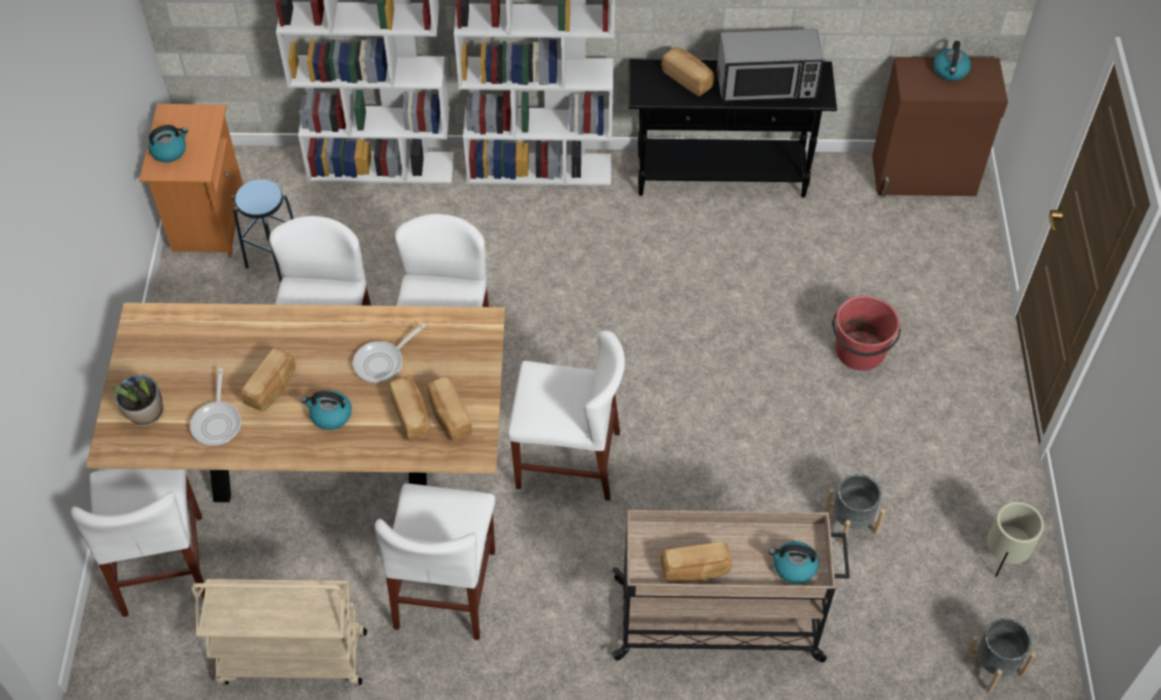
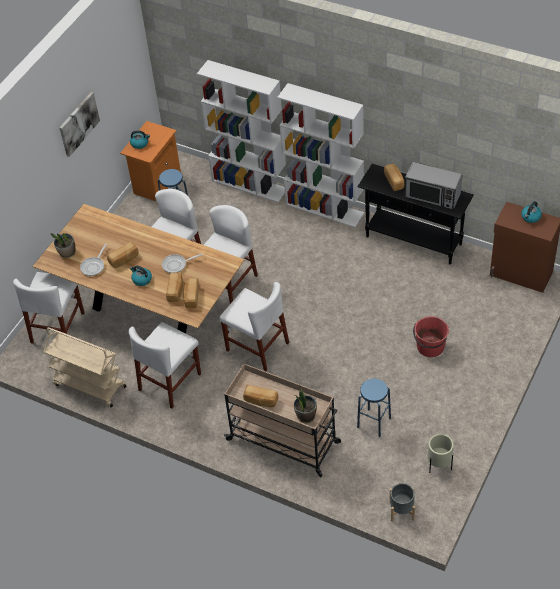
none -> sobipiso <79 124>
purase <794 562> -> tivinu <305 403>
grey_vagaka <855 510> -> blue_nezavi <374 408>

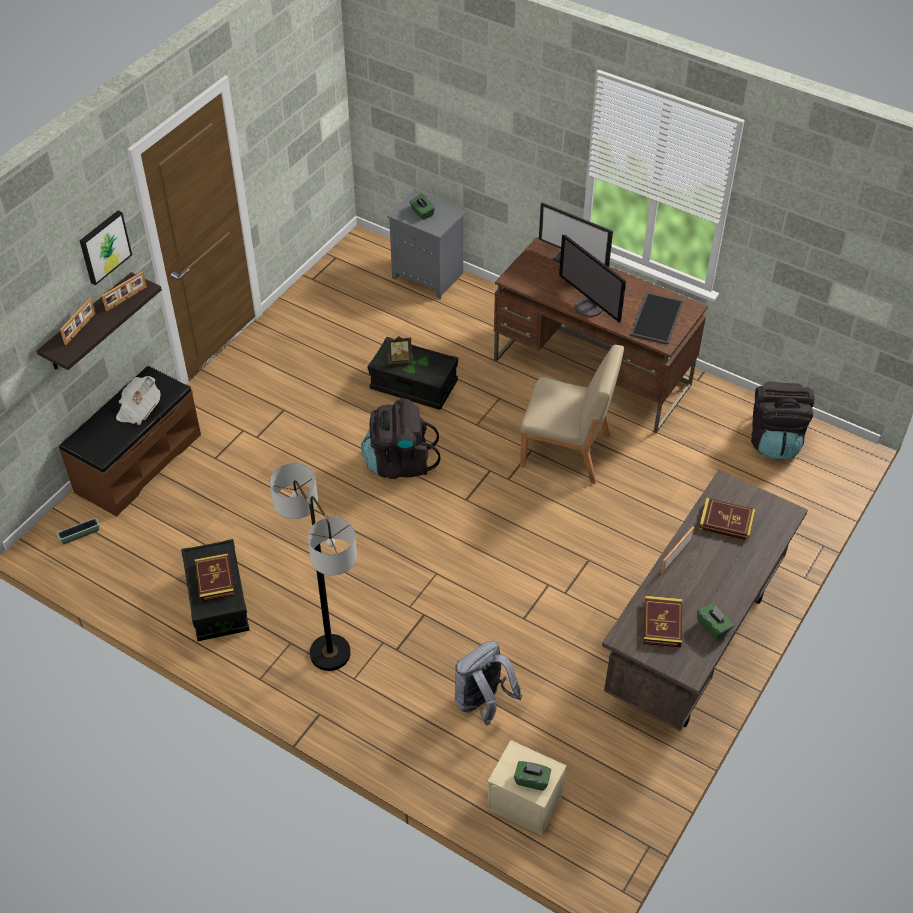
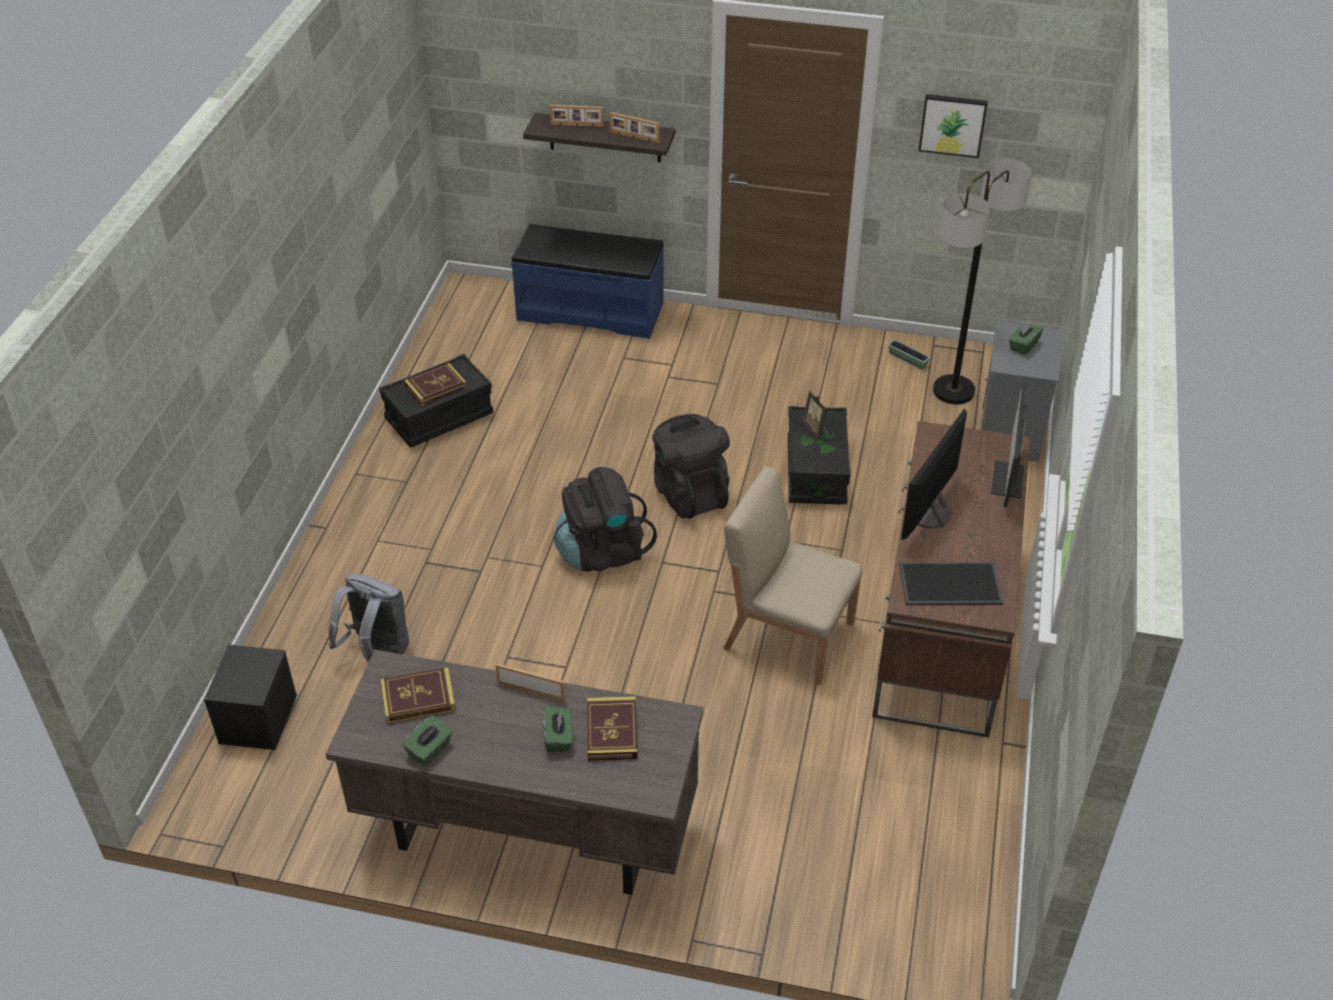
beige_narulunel <526 788> -> black_narulunel <250 697>
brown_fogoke <130 441> -> blue_fogoke <587 281>
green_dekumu <532 776> -> green_dekumu <557 729>, relocated
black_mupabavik <782 421> -> black_mupabavik <605 519>, relocated
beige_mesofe <572 414> -> beige_mesofe <792 575>, 120 degrees clockwise
vagaka <78 531> -> vagaka <909 354>, relocated
sobipiso <106 248> -> sobipiso <953 126>, relocated
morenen <313 567> -> morenen <982 281>, relocated
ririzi <138 400> -> none

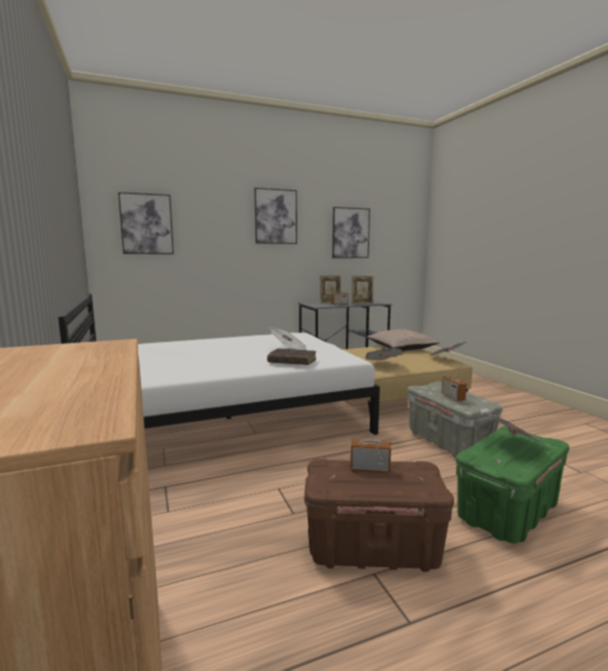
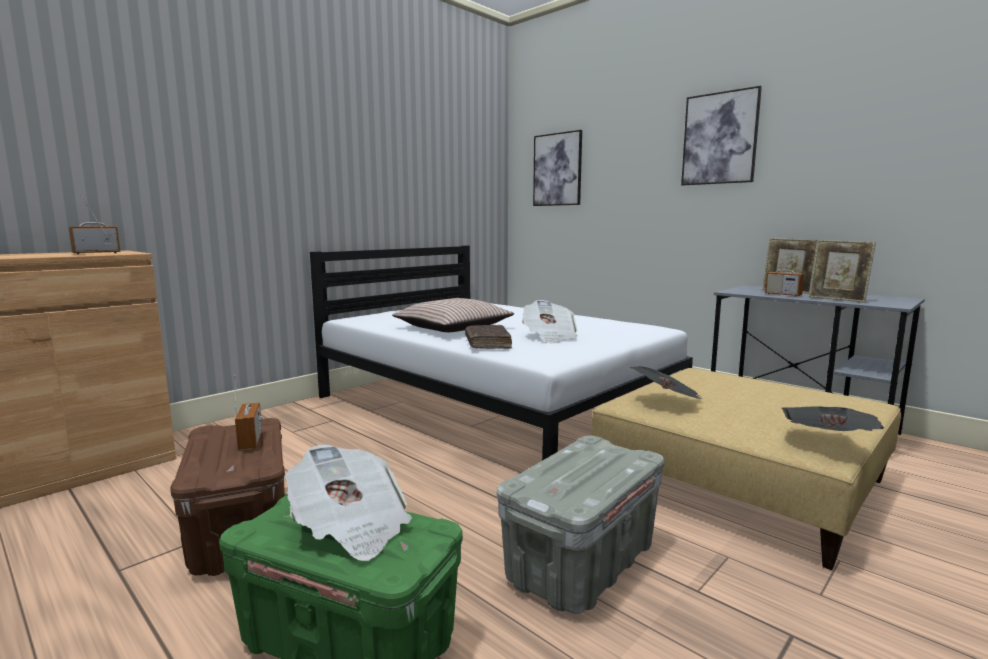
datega <454 381> -> datega <94 224>, relocated
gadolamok <403 340> -> gadolamok <453 315>, relocated
sobipiso <351 232> -> none

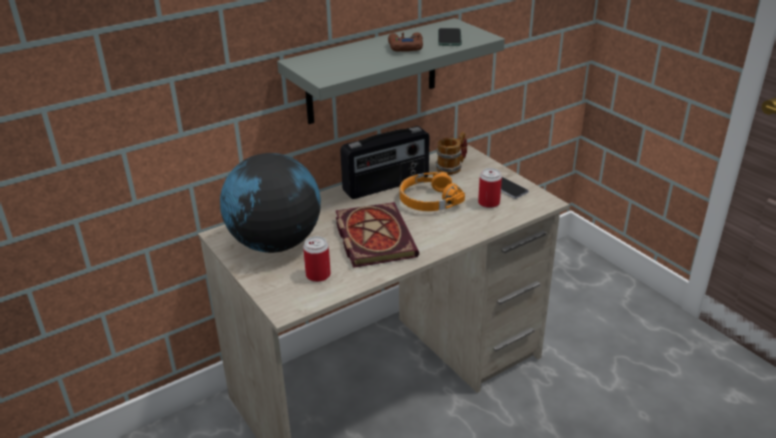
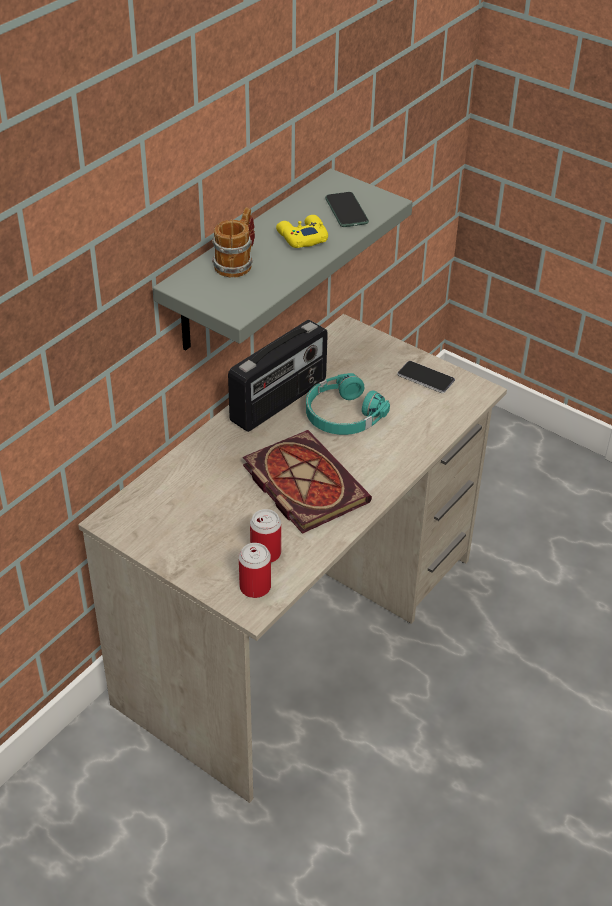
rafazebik <451 153> -> rafazebik <233 242>, relocated
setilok <490 188> -> setilok <255 570>, relocated
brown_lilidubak <405 42> -> yellow_lilidubak <302 231>
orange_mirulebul <432 191> -> turquoise_mirulebul <348 404>
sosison <270 203> -> none

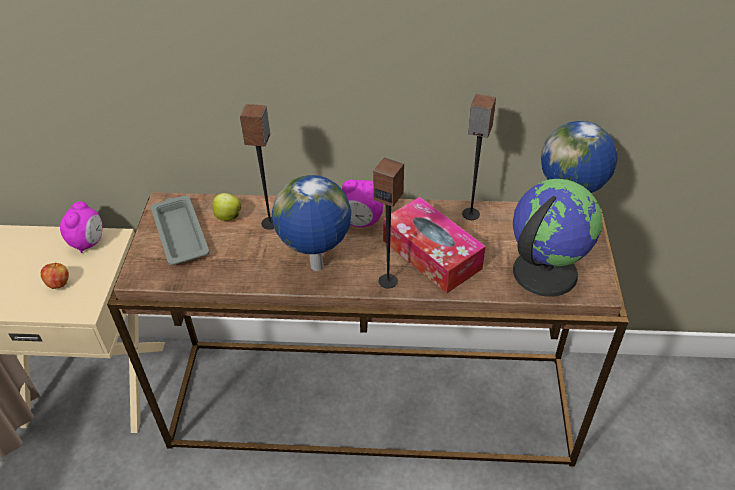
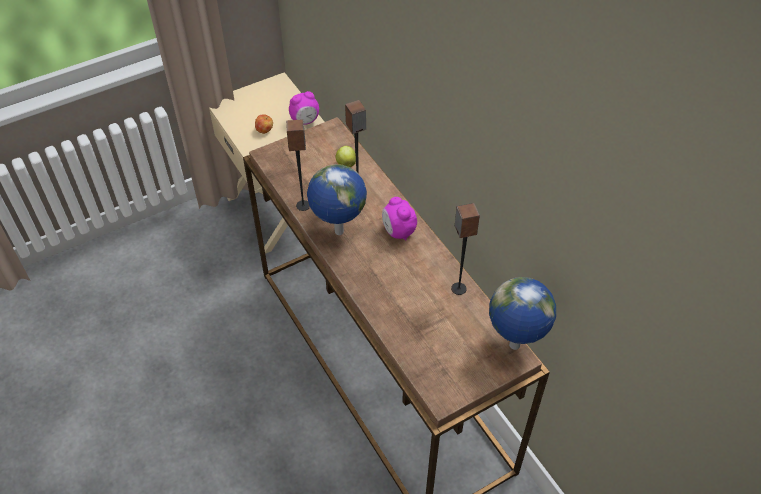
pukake <388 222> -> pukake <298 165>, relocated
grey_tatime <180 230> -> none
dekumu <434 245> -> none
sosison <558 238> -> none

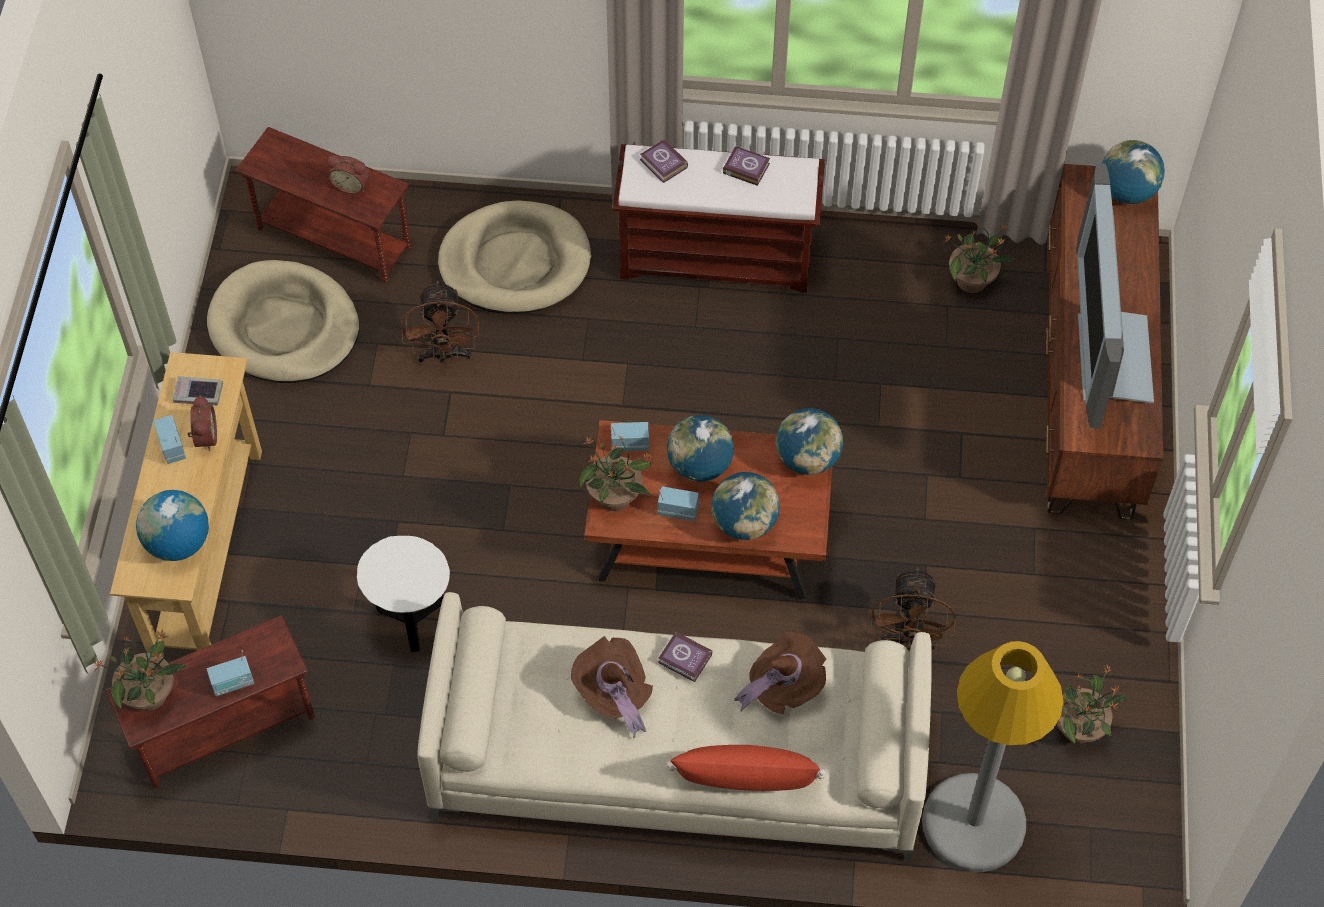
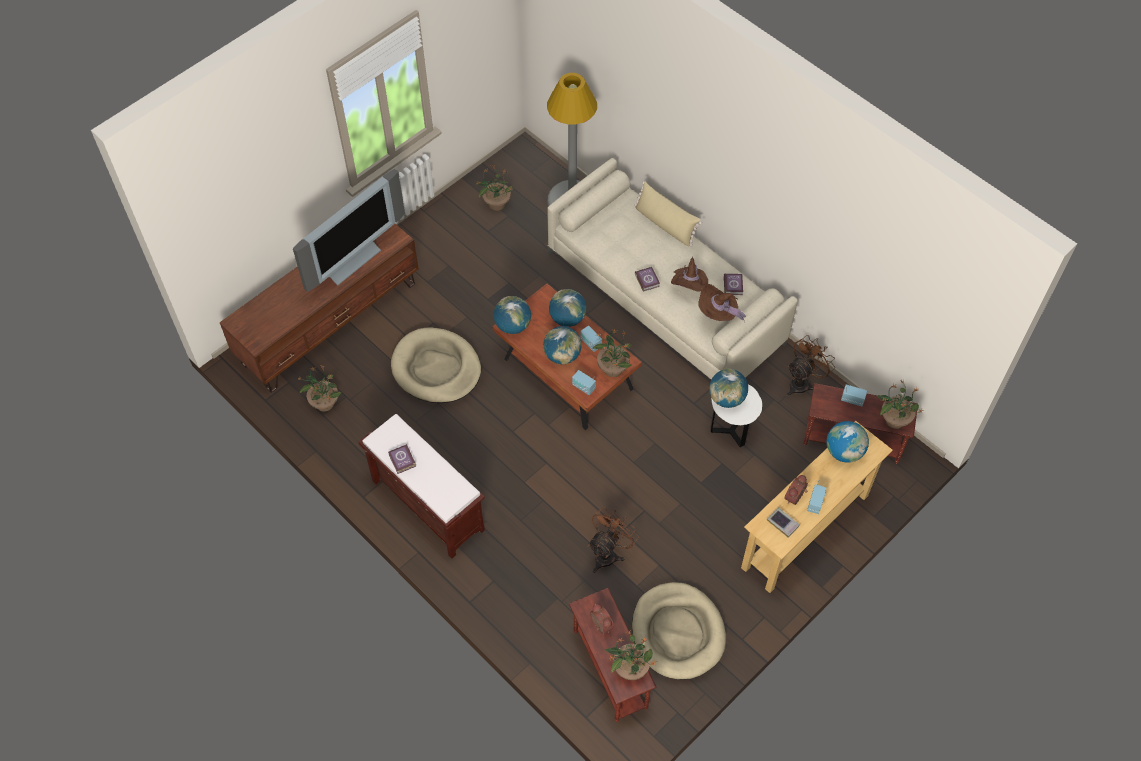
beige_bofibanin <514 257> -> beige_bofibanin <436 365>, relocated
none -> tivinu <631 655>
red_gadolamok <745 768> -> beige_gadolamok <668 214>
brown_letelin <780 673> -> brown_letelin <722 303>, relocated
sosison <1133 172> -> sosison <728 388>, relocated
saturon <664 161> -> saturon <733 284>, relocated
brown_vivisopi <913 608> -> brown_vivisopi <810 366>, relocated

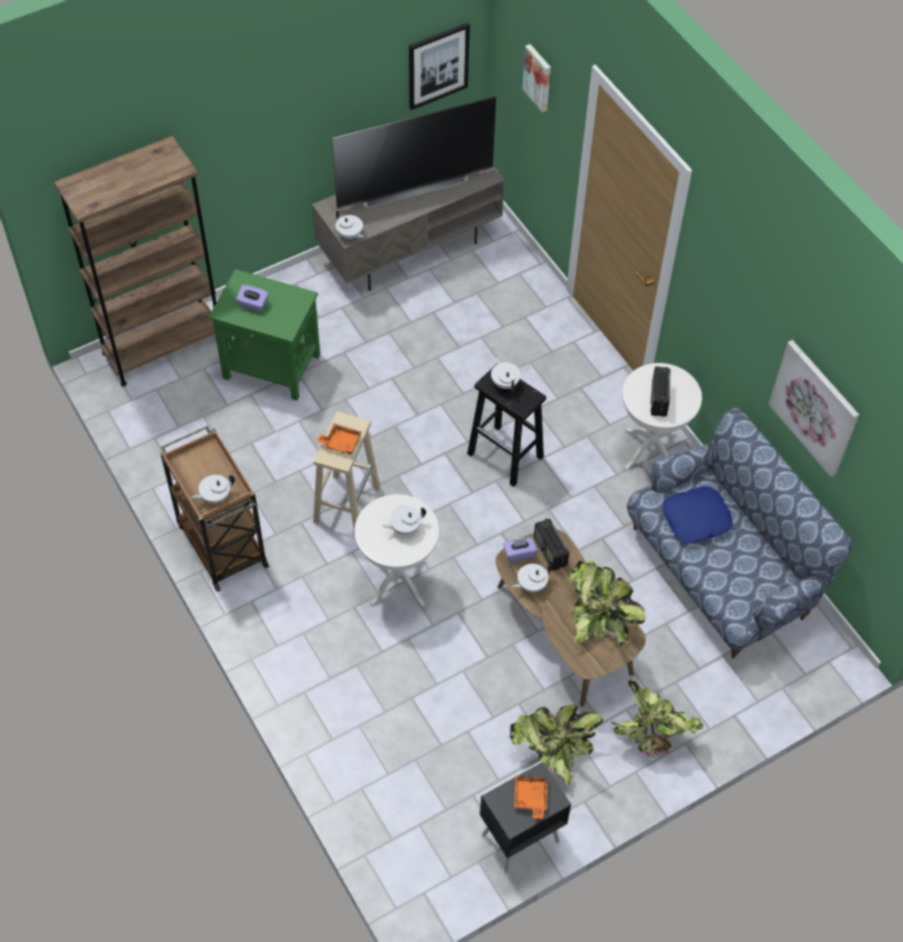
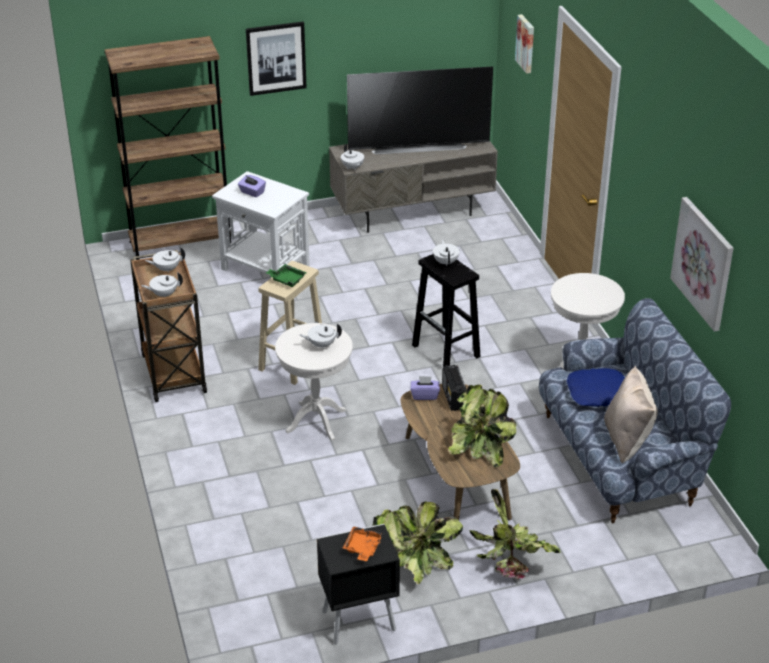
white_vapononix <532 578> -> white_vapononix <165 260>, relocated
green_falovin <264 335> -> white_falovin <261 223>
sobipiso <439 66> -> sobipiso <276 59>, relocated
orange_tatime <339 438> -> green_tatime <286 275>
none -> beige_gadolamok <631 414>
datega <660 391> -> none

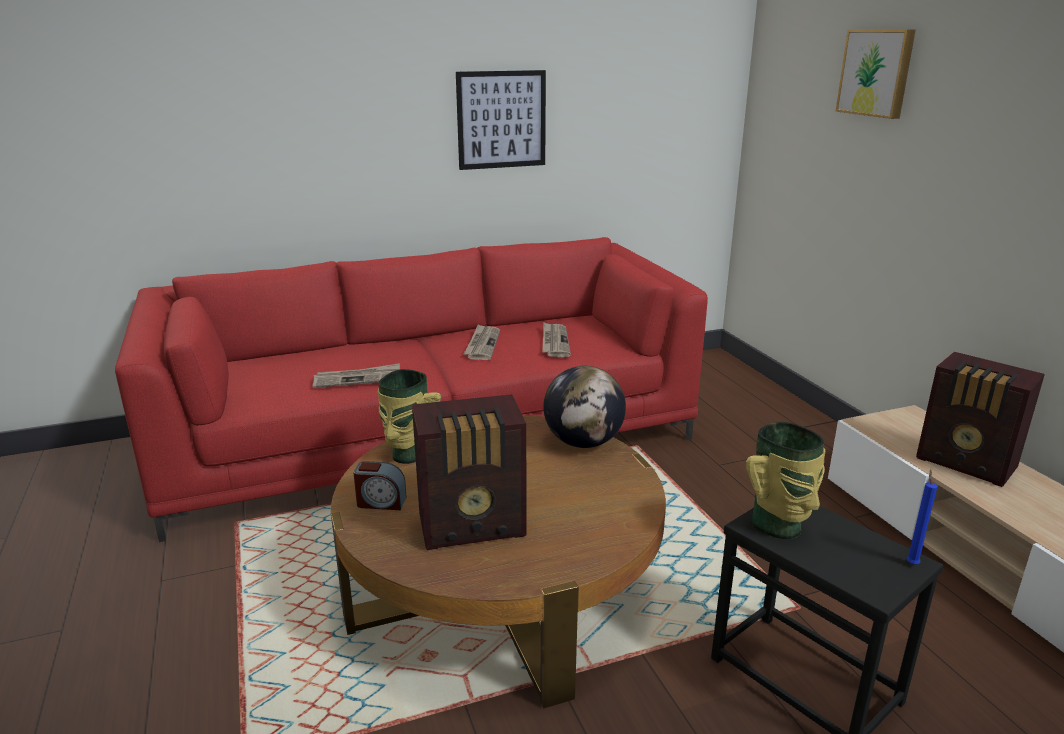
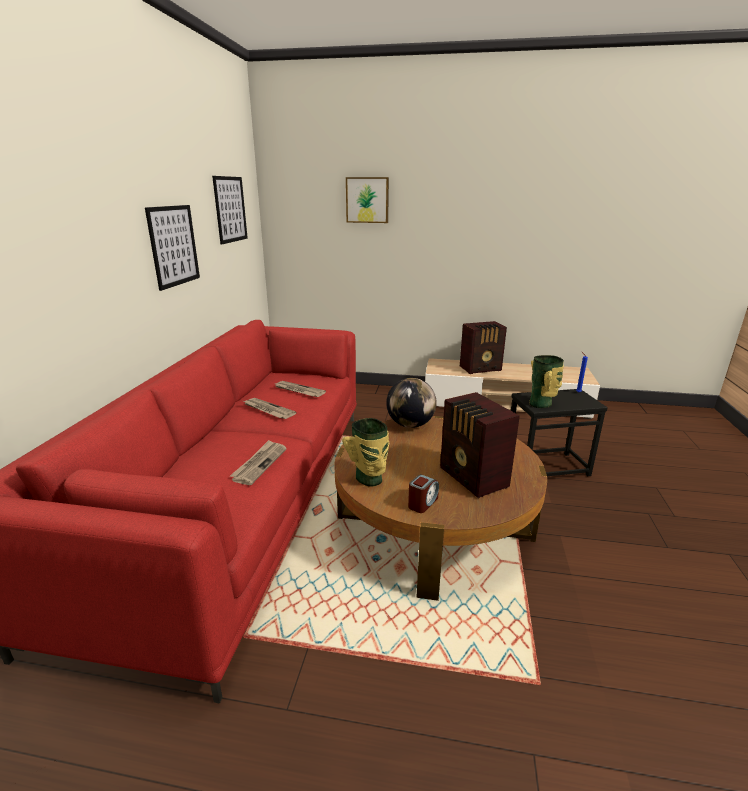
none -> sobipiso <230 210>
datega <469 472> -> datega <480 445>, 135 degrees clockwise

